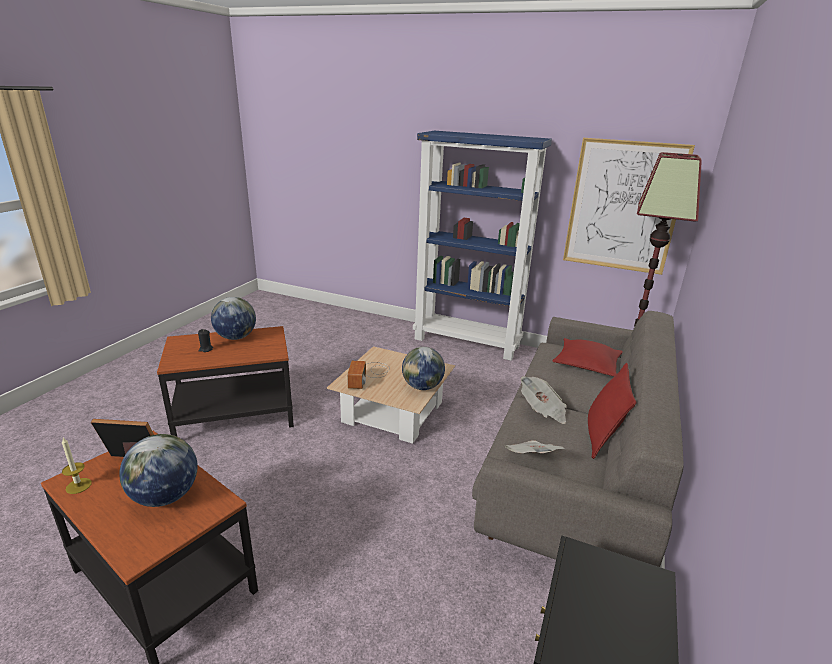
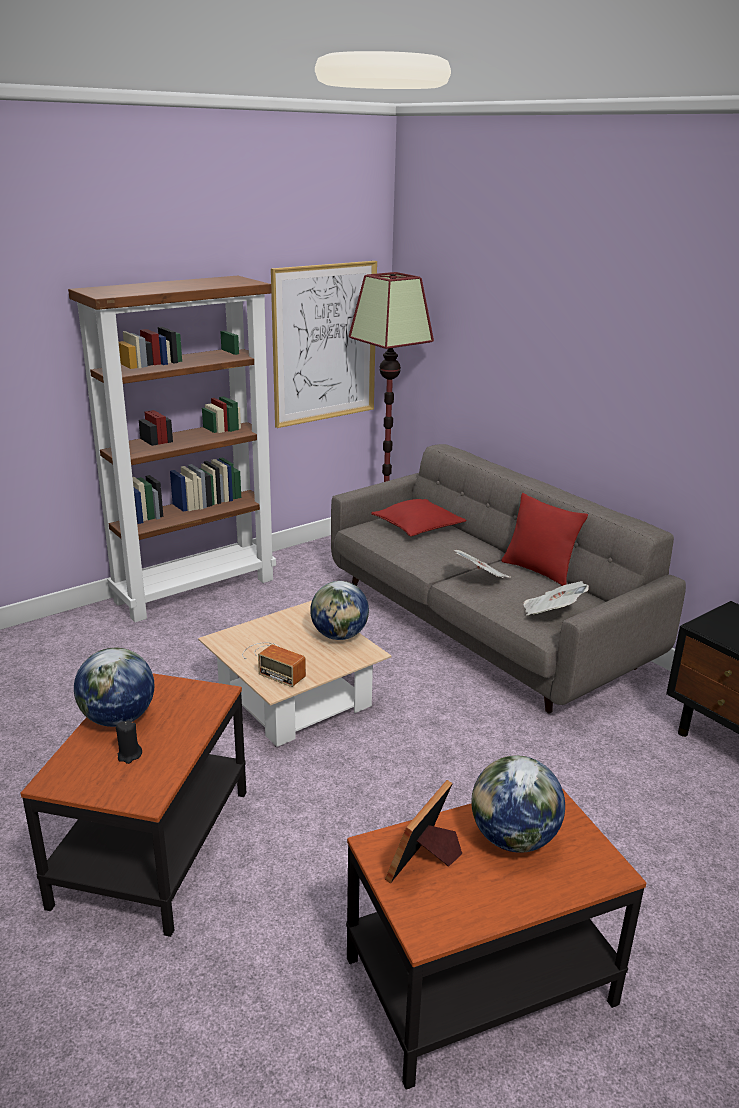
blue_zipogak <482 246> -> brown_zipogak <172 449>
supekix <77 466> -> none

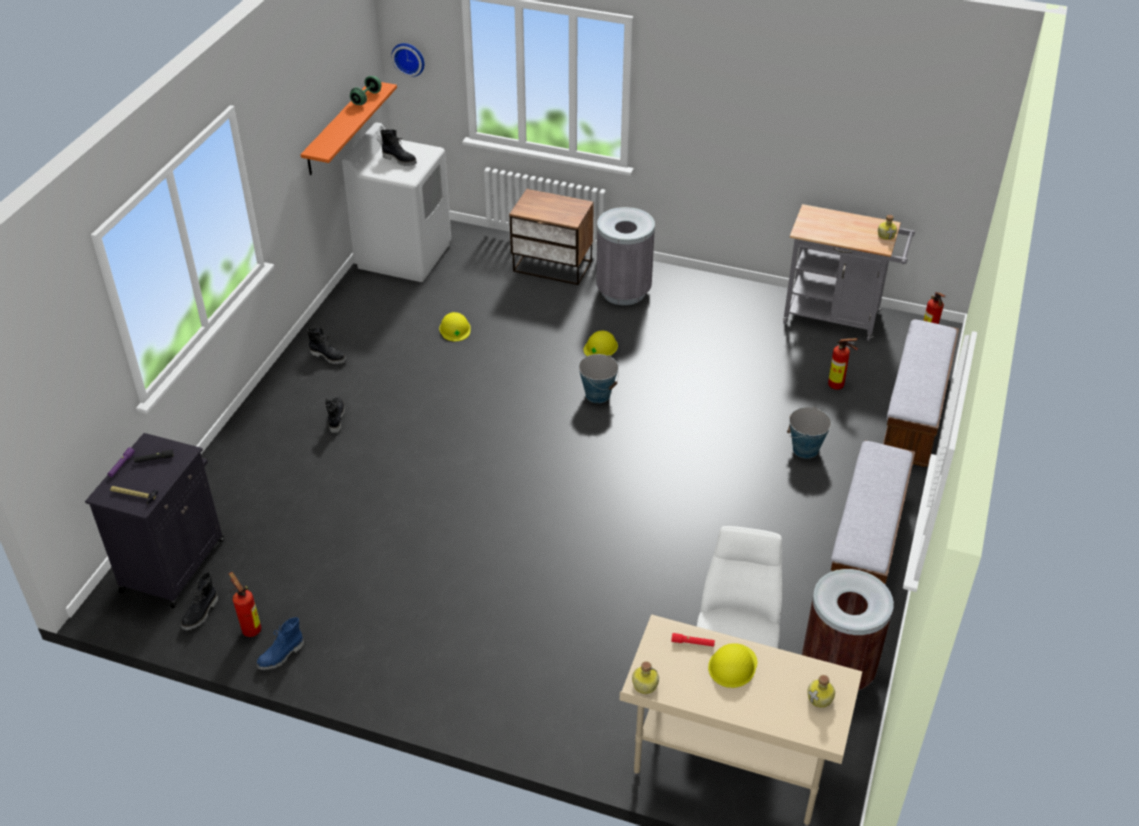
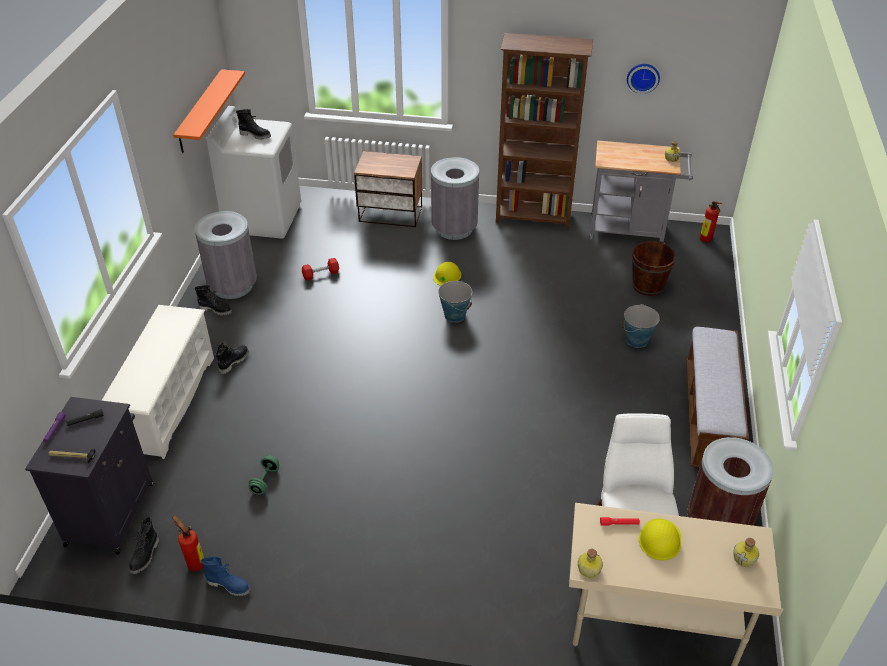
none -> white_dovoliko <157 382>
none -> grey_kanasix <226 255>
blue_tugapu <280 643> -> blue_tugapu <226 576>, 105 degrees counterclockwise
black_tugapu <335 415> -> black_tugapu <232 358>, 45 degrees clockwise
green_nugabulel <366 90> -> green_nugabulel <264 475>, relocated
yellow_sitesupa <455 326> -> red_nugabulel <320 269>
none -> brown_zipogak <544 131>
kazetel <408 60> -> kazetel <643 79>, relocated
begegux <843 364> -> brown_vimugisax <654 268>
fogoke <921 393> -> none

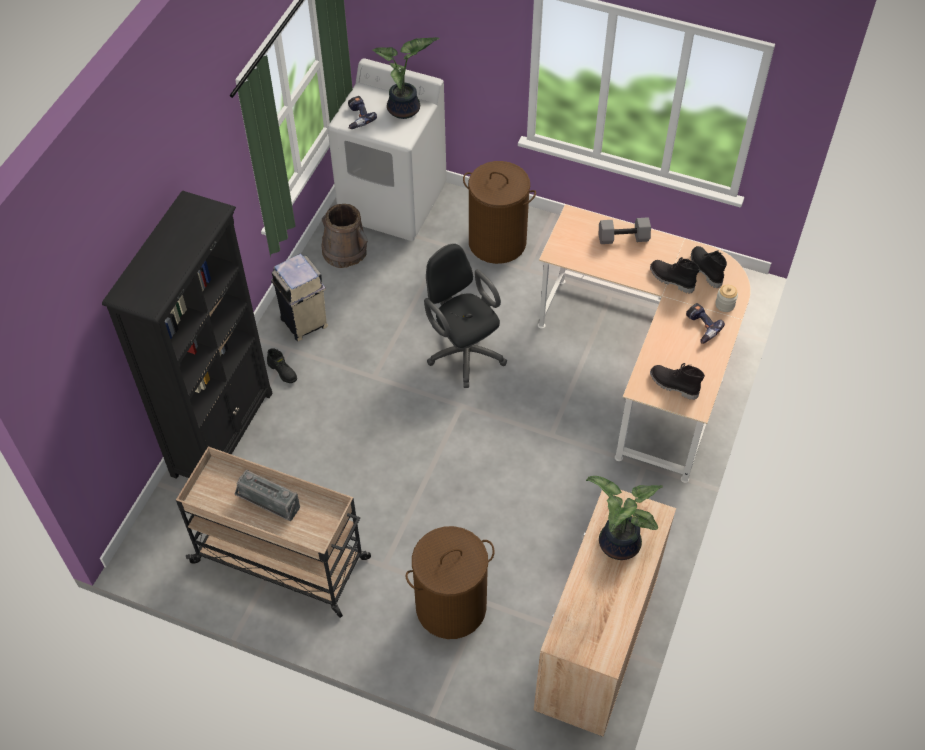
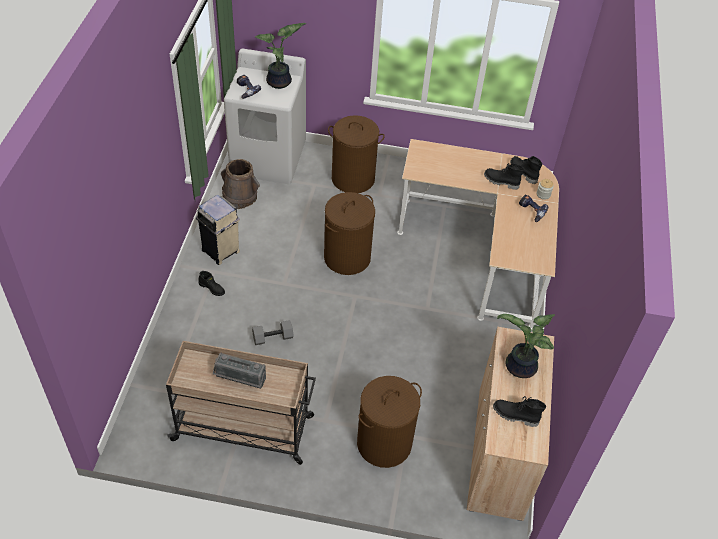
grey_nugabulel <625 230> -> grey_nugabulel <273 332>, relocated
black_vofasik <465 315> -> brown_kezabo <349 233>
black_tugapu <677 381> -> black_tugapu <519 411>, relocated
black_zipogak <187 335> -> none

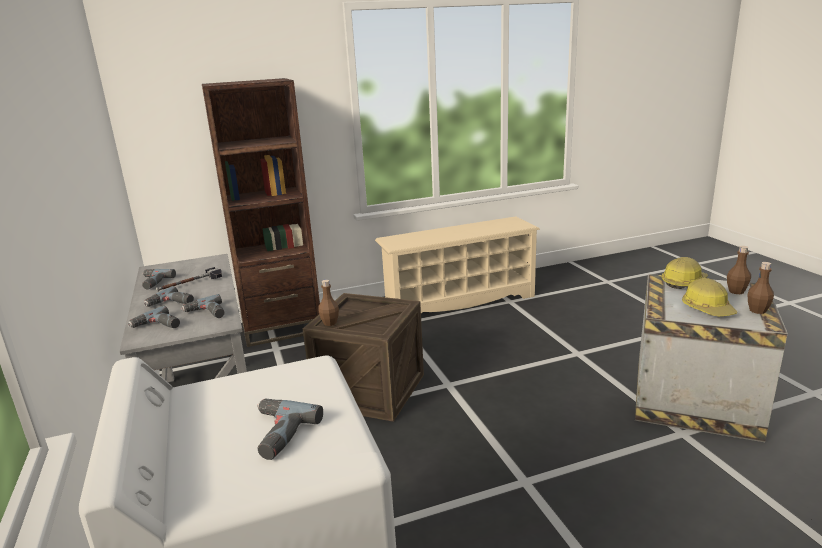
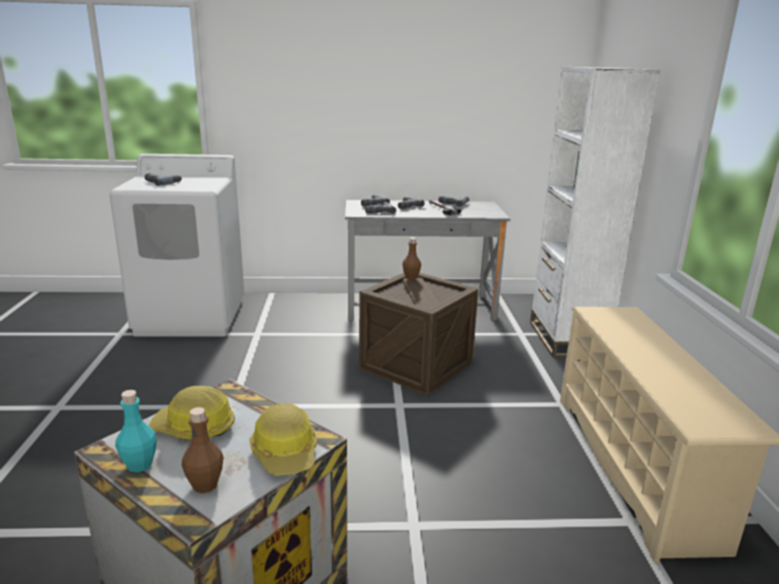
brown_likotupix <761 288> -> turquoise_likotupix <136 431>
brown_zipogak <261 212> -> white_zipogak <595 212>

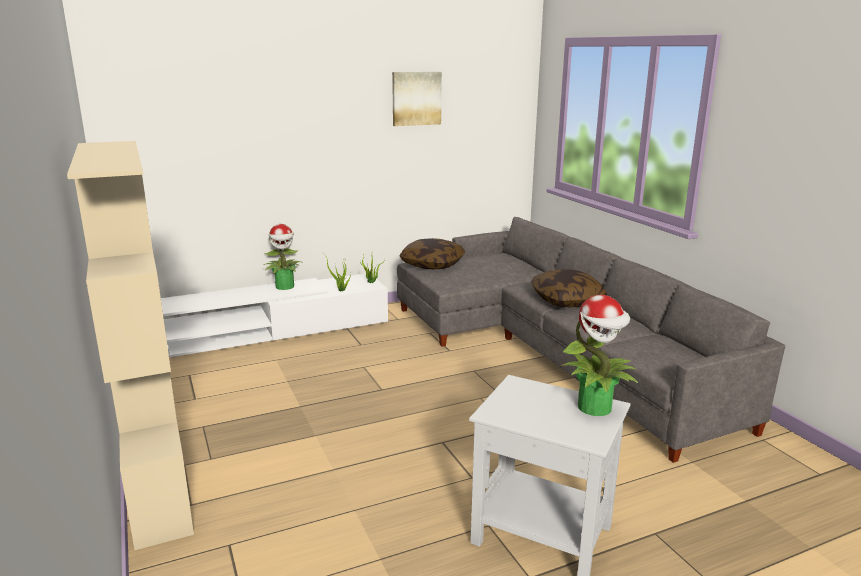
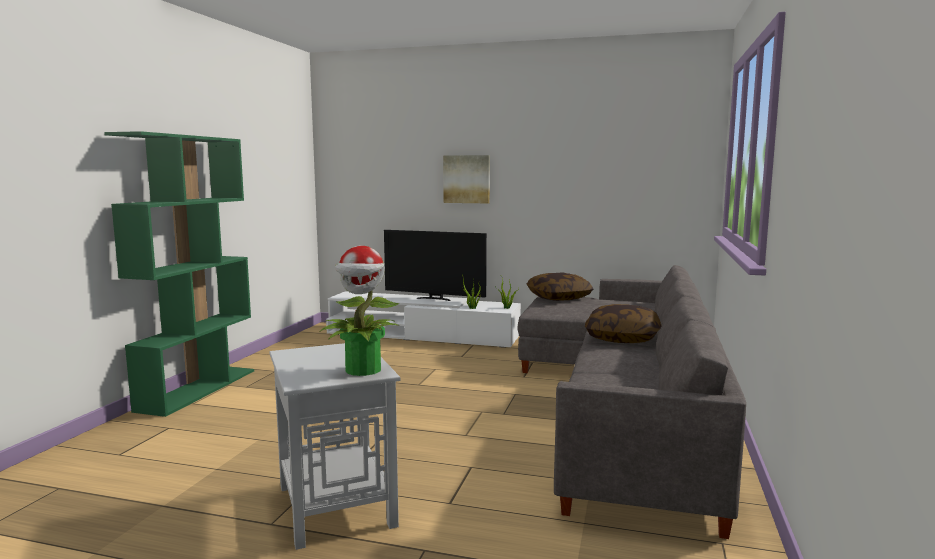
beige_zipogak <130 345> -> green_zipogak <179 274>
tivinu <282 257> -> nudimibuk <435 265>
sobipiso <417 99> -> sobipiso <466 179>, relocated

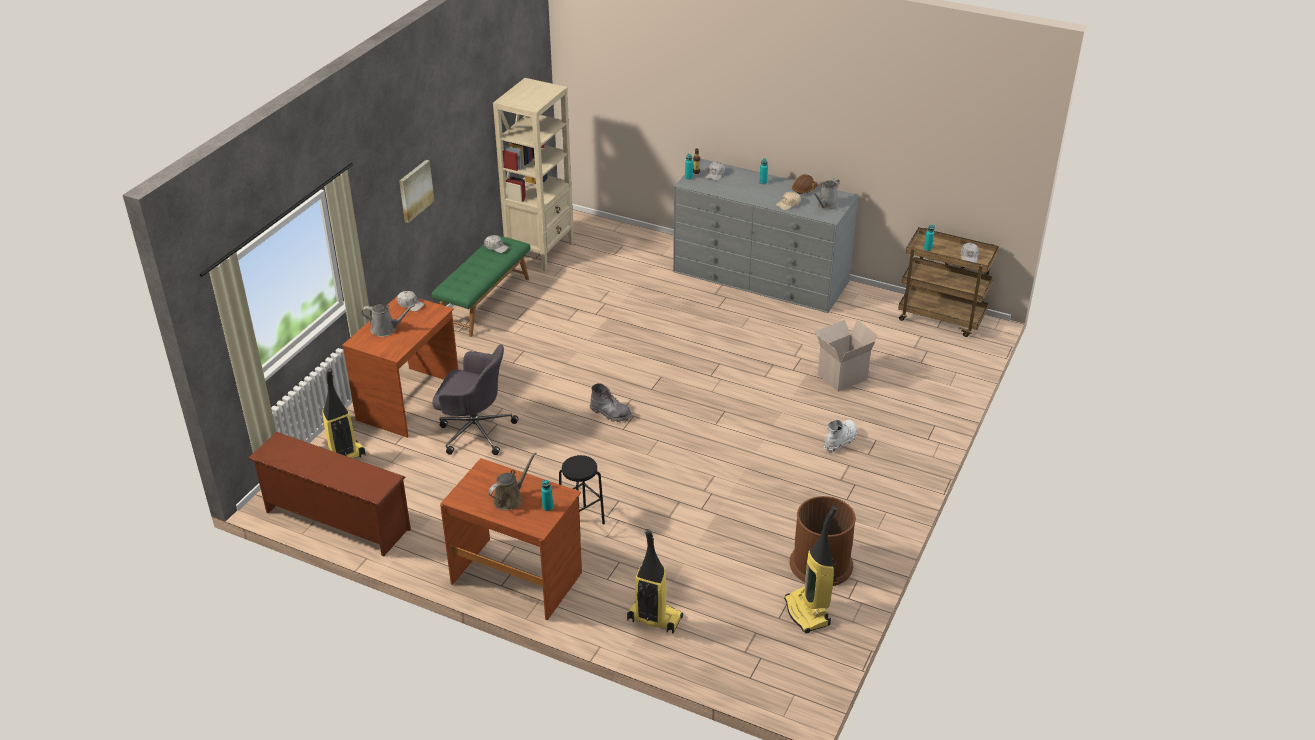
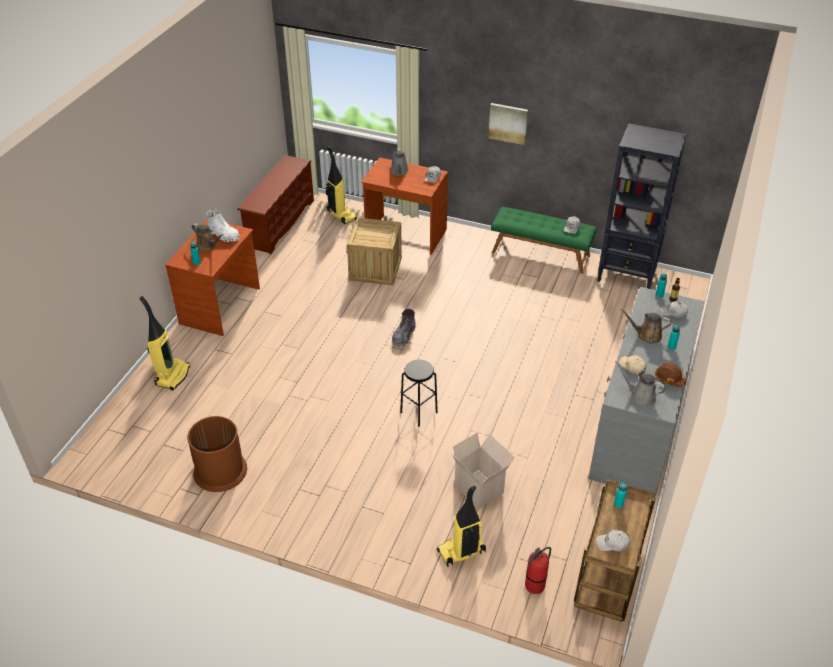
white_tugapu <840 436> -> white_tugapu <223 226>, relocated
grey_vofasik <475 400> -> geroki <374 251>
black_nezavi <582 496> -> black_nezavi <419 392>, relocated
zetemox <810 569> -> zetemox <461 526>, relocated
none -> begegux <538 570>
beige_zipogak <533 174> -> black_zipogak <642 206>
none -> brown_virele <646 326>

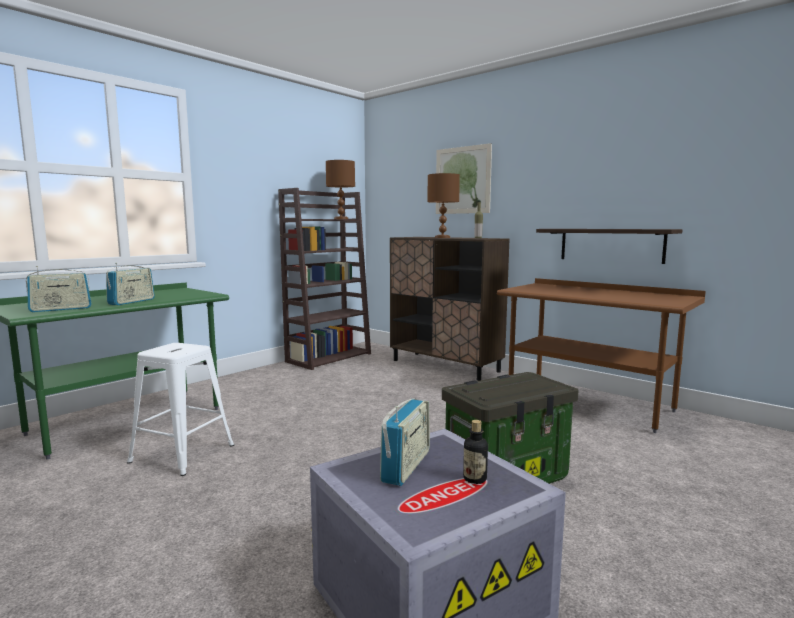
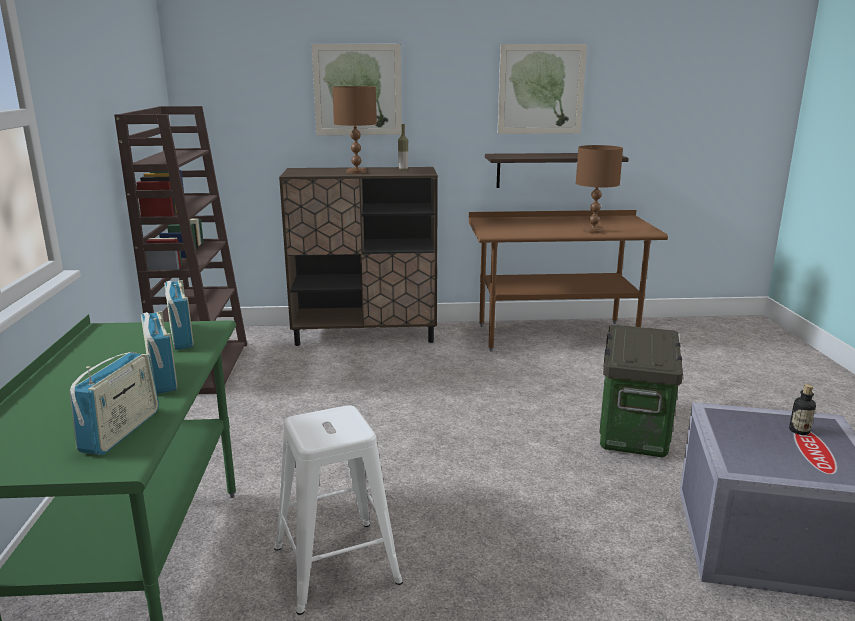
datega <405 442> -> datega <179 315>, relocated
none -> sobipiso <542 89>
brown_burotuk <340 189> -> brown_burotuk <599 189>, relocated

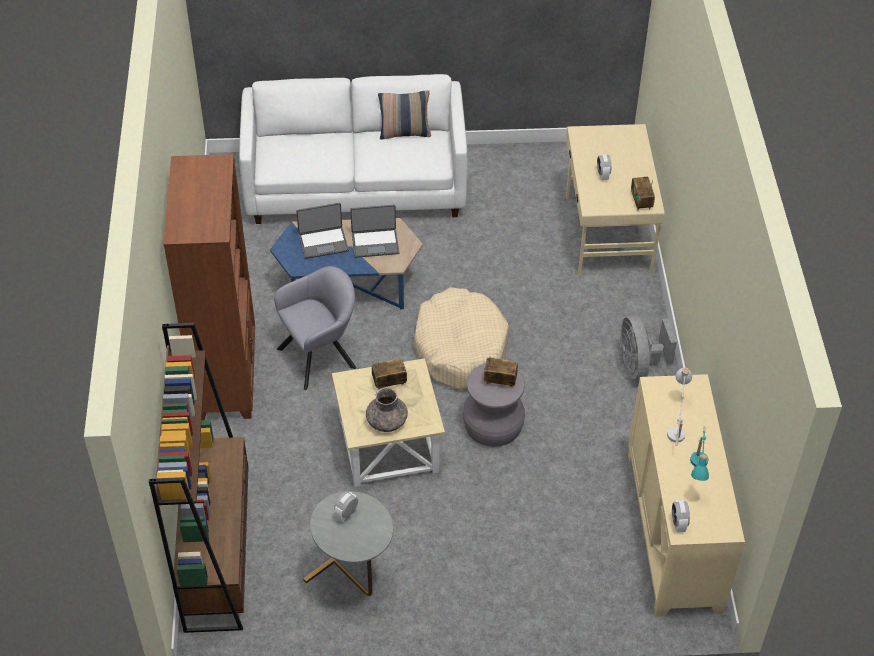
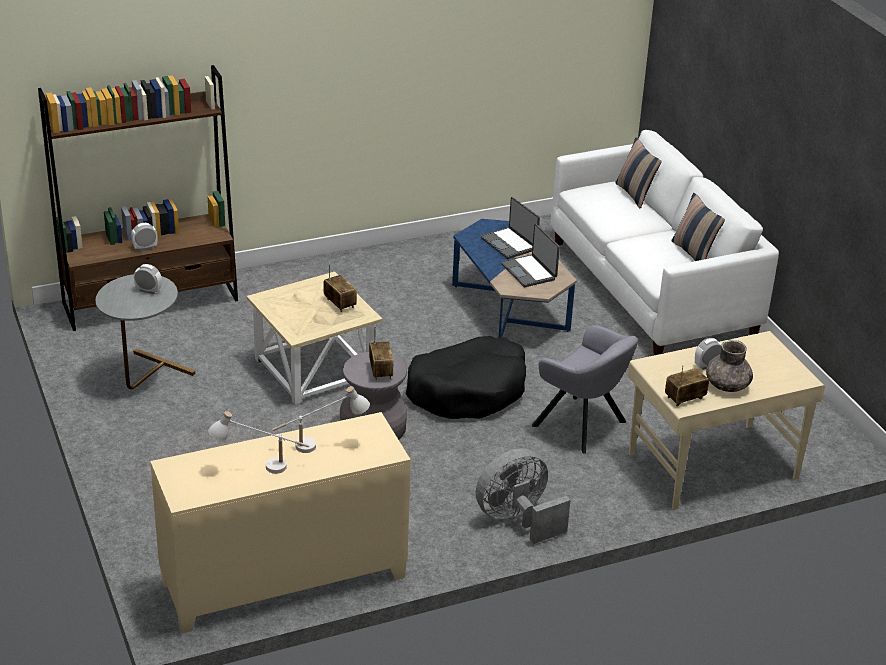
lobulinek <681 516> -> lobulinek <144 237>, relocated
turquoise_burotuk <699 453> -> white_burotuk <258 442>
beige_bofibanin <461 338> -> black_bofibanin <465 377>
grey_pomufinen <315 328> -> grey_pomufinen <585 389>, relocated
none -> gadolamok <638 172>
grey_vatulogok <387 409> -> grey_vatulogok <729 366>, relocated
brown_zipogak <209 287> -> none

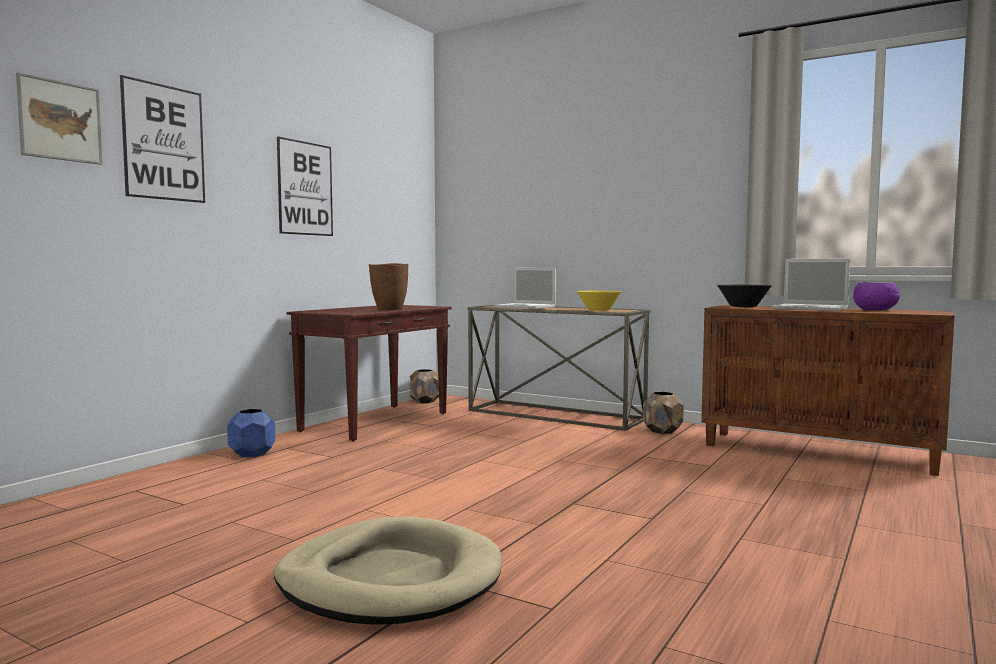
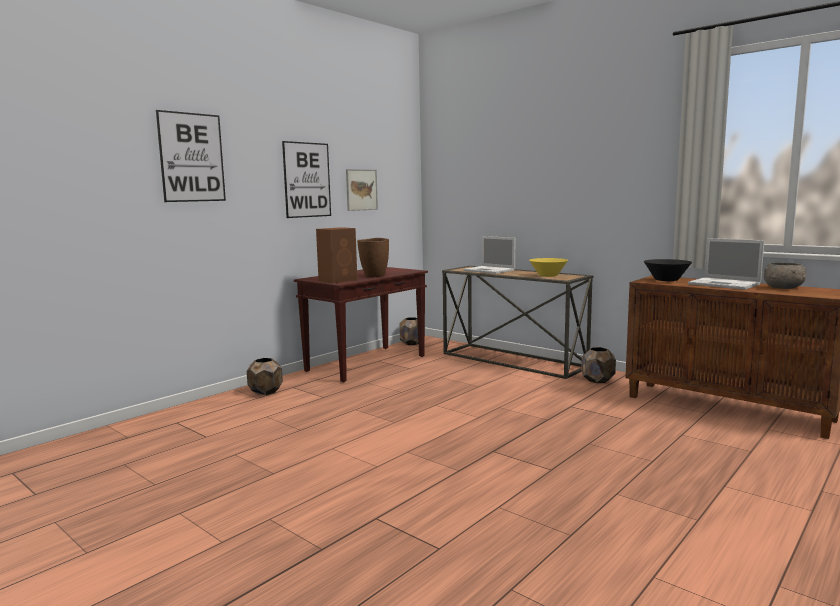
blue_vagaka <251 433> -> brown_vagaka <265 376>
none -> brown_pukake <336 255>
sobipiso <59 118> -> sobipiso <362 190>, relocated
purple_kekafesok <876 296> -> grey_kekafesok <785 275>
beige_bofibanin <388 570> -> none

